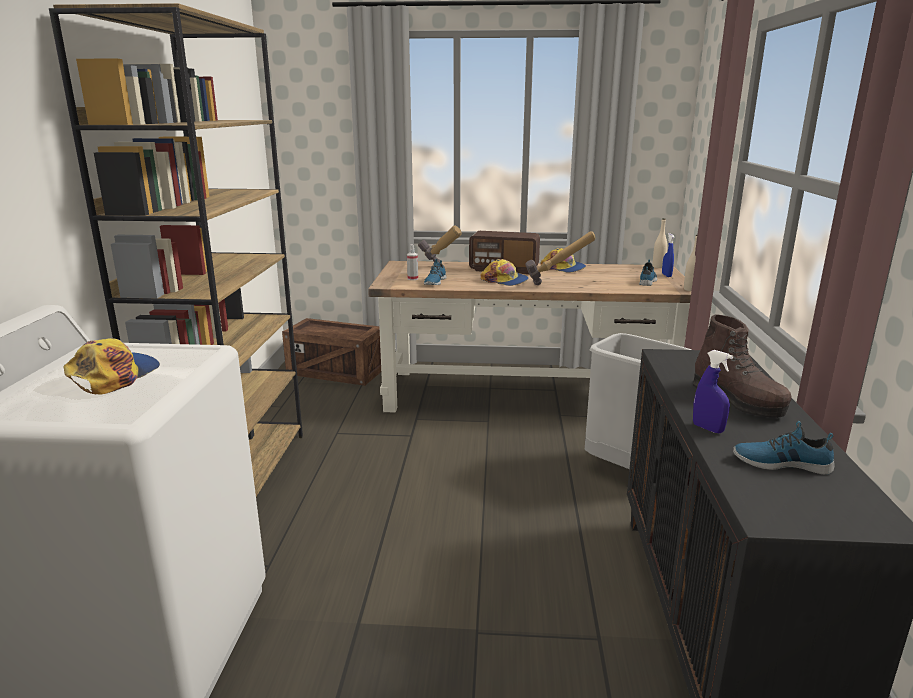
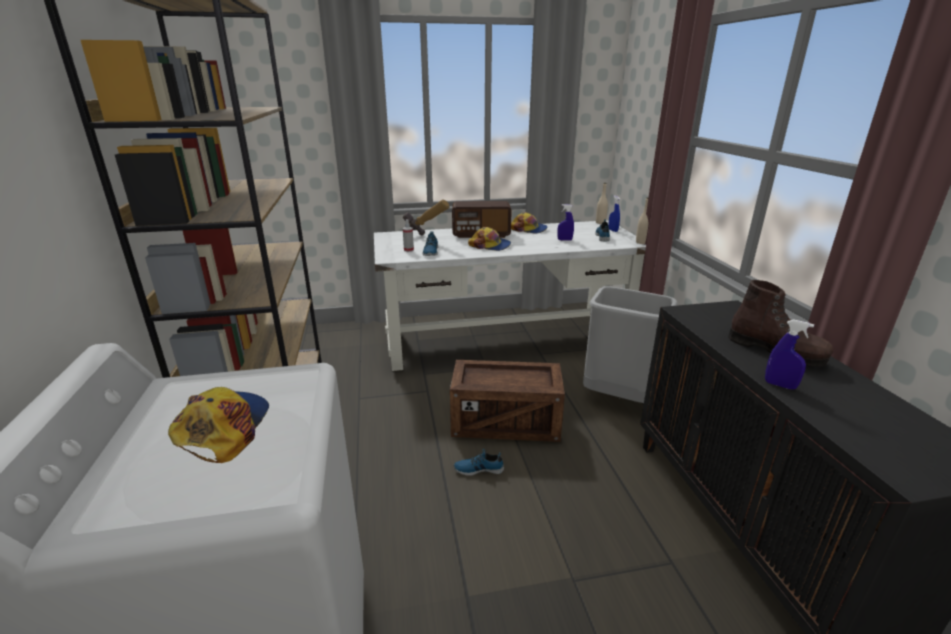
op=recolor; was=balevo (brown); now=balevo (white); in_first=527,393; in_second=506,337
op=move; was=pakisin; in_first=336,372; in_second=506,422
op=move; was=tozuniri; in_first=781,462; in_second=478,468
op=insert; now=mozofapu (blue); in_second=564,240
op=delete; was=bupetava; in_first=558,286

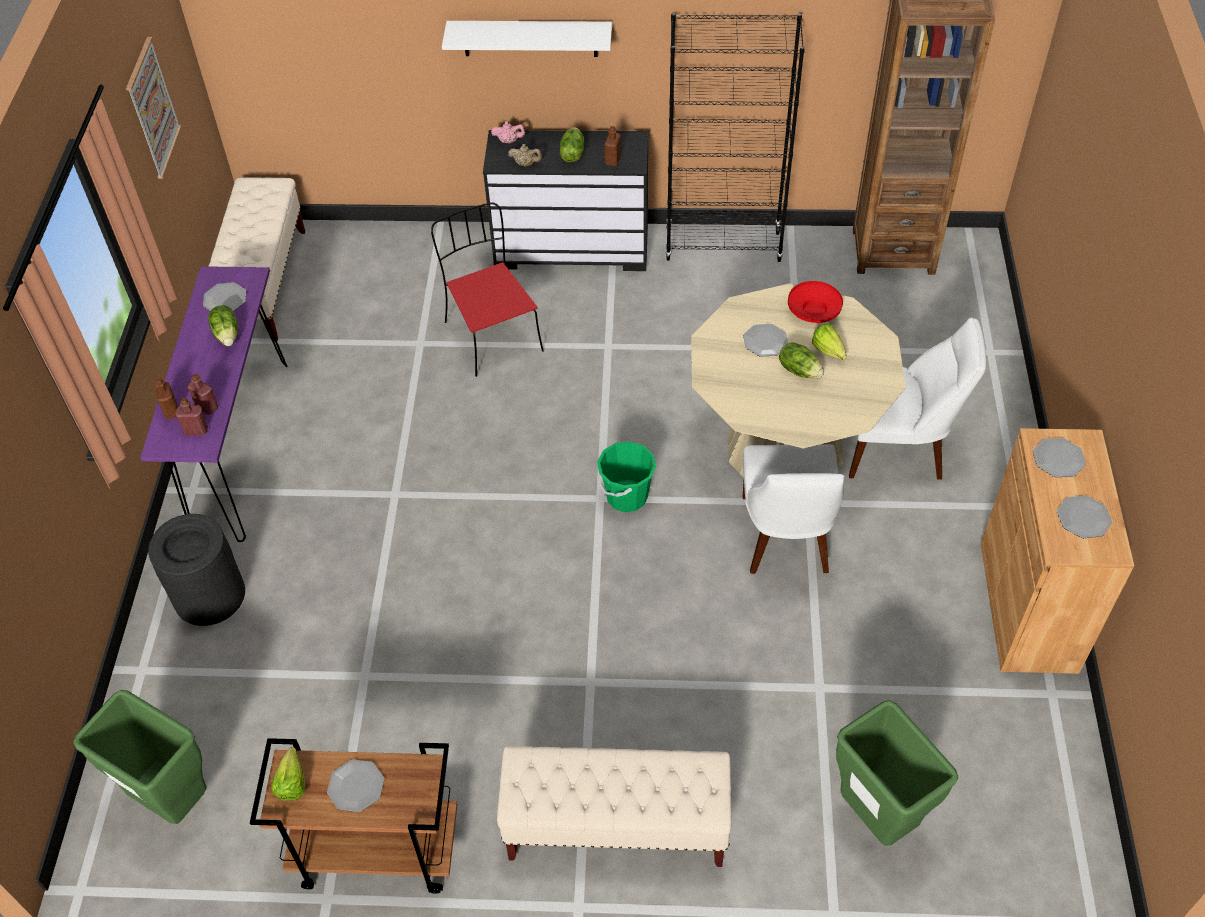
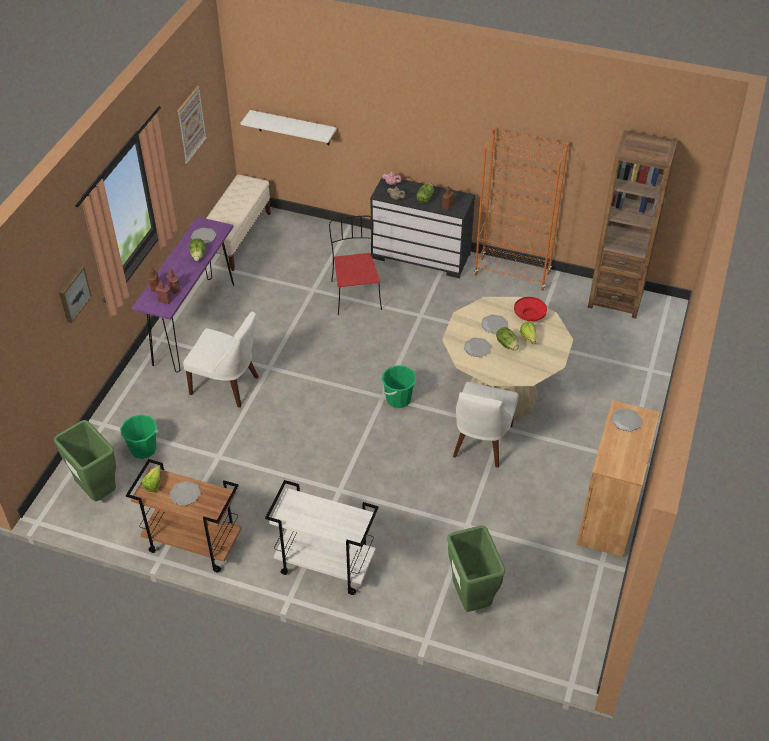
op=insert; now=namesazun; in_second=73,294
op=insert; now=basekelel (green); in_second=143,449
op=move; was=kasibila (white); in_first=898,449; in_second=227,386
op=move; was=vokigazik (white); in_first=530,38; in_second=293,128
op=replace; was=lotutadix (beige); now=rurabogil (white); in_first=615,827; in_second=324,566
op=move; was=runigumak; in_first=1083,518; in_second=477,348
op=recolor; was=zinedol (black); now=zinedol (orange); in_first=723,245; in_second=512,274
op=delete; was=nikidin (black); in_first=209,595

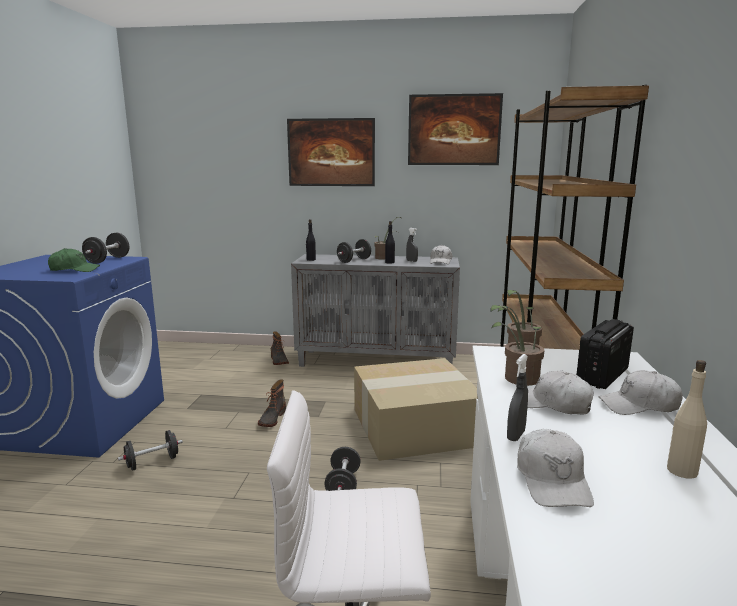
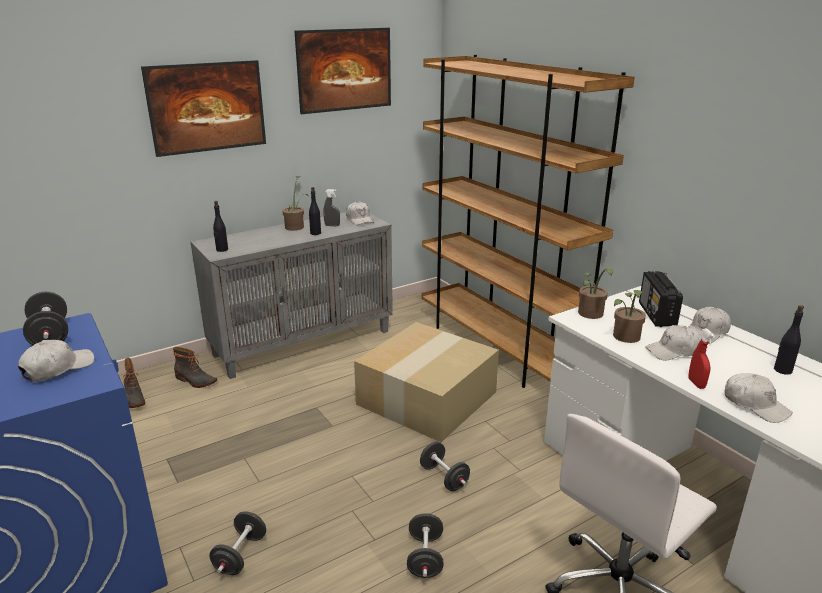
op=recolor; was=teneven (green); now=teneven (white); in_first=74,270; in_second=58,368
op=move; was=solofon; in_first=271,418; in_second=133,398
op=move; was=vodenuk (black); in_first=354,260; in_second=425,557
op=recolor; was=mozofapu (grey); now=mozofapu (red); in_first=516,435; in_second=696,384
op=recolor; was=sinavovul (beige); now=sinavovul (black); in_first=681,470; in_second=782,370

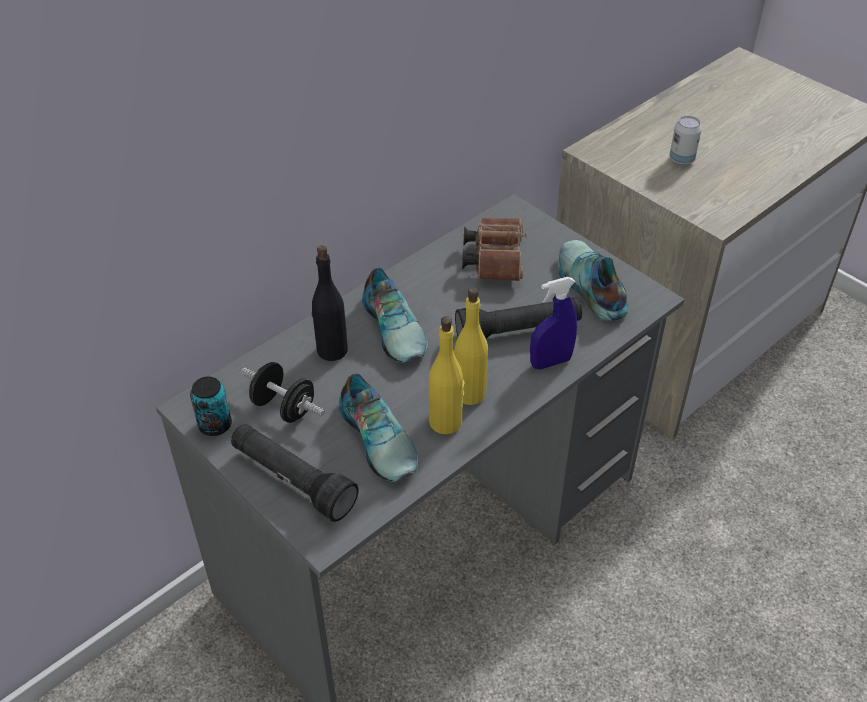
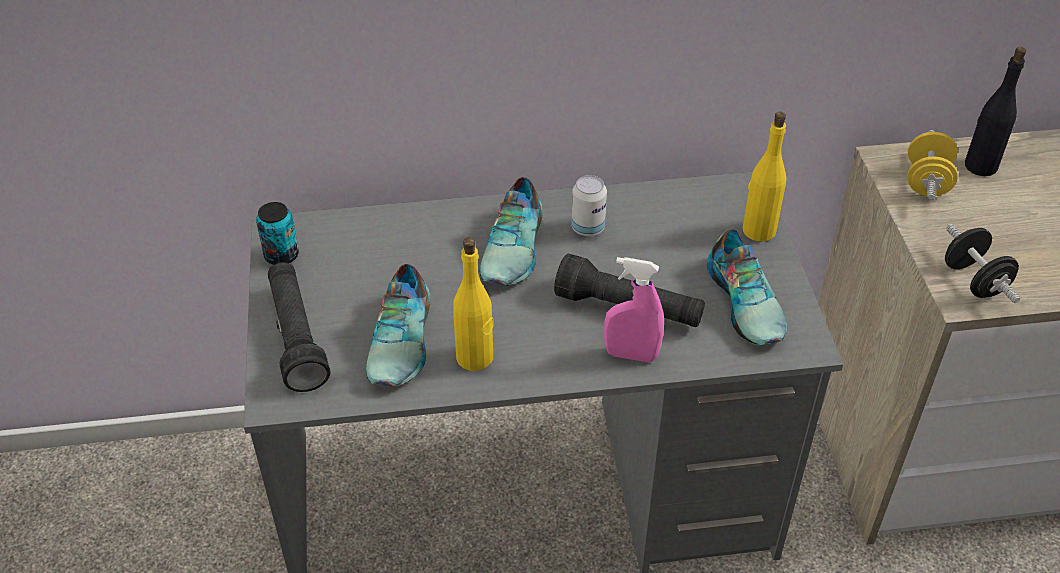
op=move; was=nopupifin; in_first=681,159; in_second=588,228
op=recolor; was=mozofapu (blue); now=mozofapu (pink); in_first=550,362; in_second=631,355
op=rotate; was=tozuniri; in_first=589,287; in_second=747,301; clockwise=150
op=move; was=sinavovul (yellow); in_first=469,393; in_second=758,230
op=insert; now=vodenuk (yellow); in_second=926,182
op=move; was=vodenuk (black); in_first=284,408; in_second=974,281
op=move; was=sinavovul (black); in_first=332,350; in_second=980,166
op=delete; was=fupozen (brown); in_first=494,259

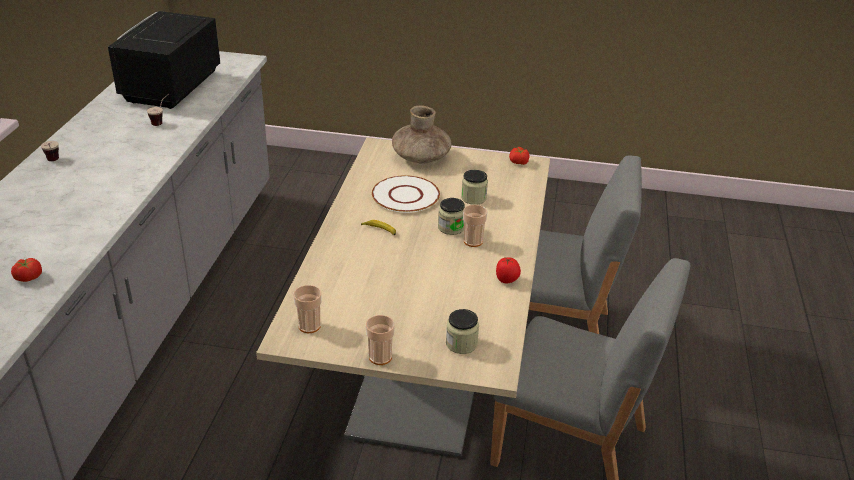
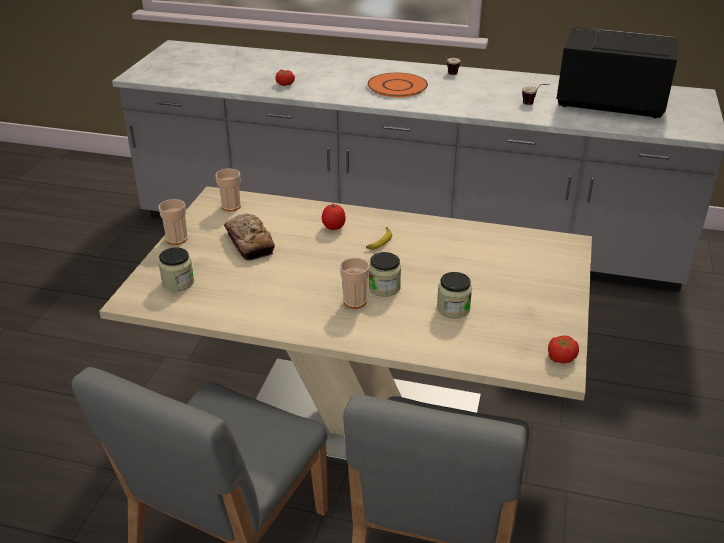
op=insert; now=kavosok; in_second=249,242
op=move; was=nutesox; in_first=507,280; in_second=333,228
op=insert; now=runigumak (orange); in_second=397,86
op=delete; was=runigumak (white); in_first=405,195
op=delete; was=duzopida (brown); in_first=421,157

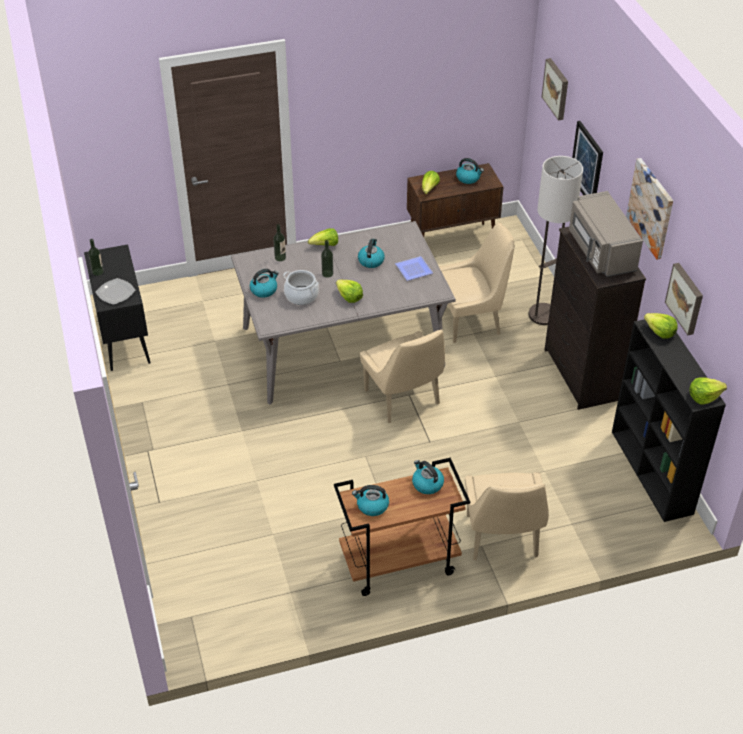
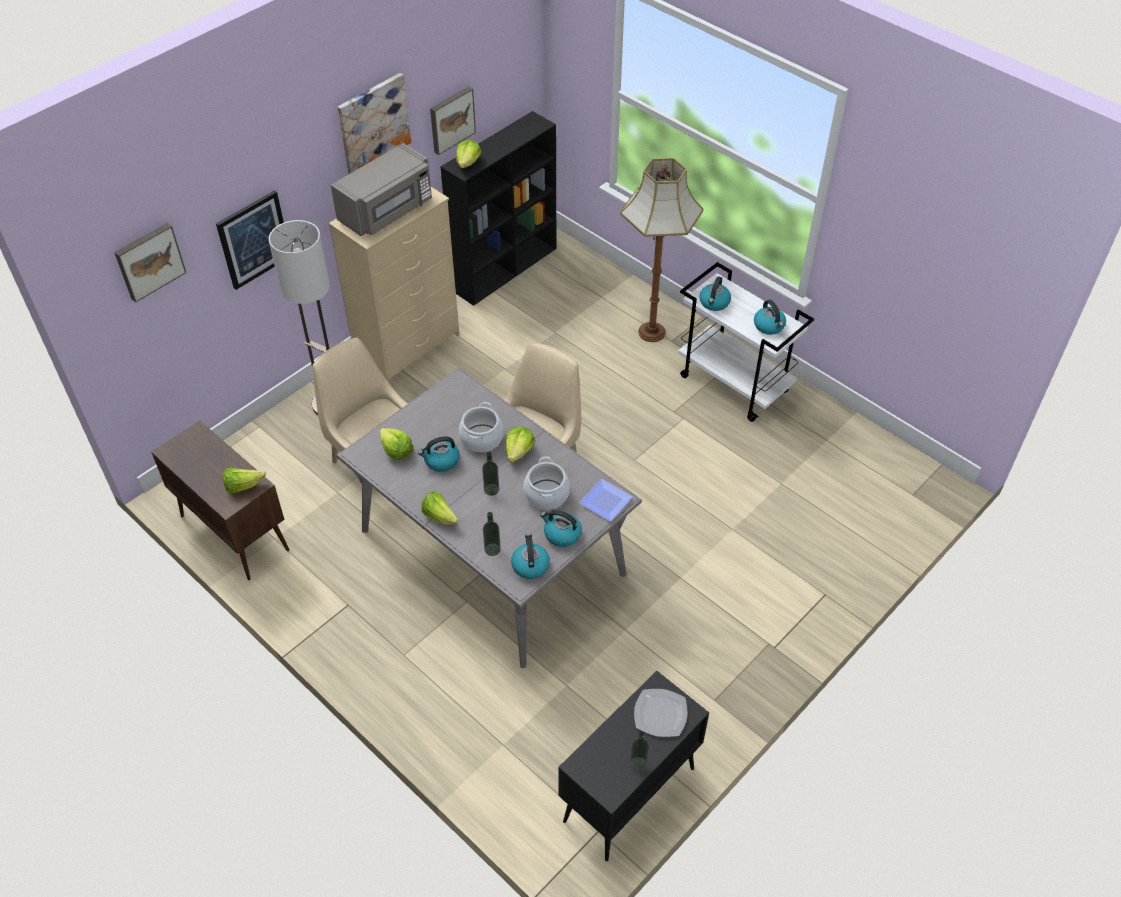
op=recolor; was=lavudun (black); now=lavudun (beige); in_first=581,375; in_second=409,347
op=move; was=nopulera; in_first=704,396; in_second=396,451
op=insert; now=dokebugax; in_second=481,438
op=move; was=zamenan; in_first=468,178; in_second=530,565
op=move; was=runigumak; in_first=414,269; in_second=604,502
op=replace; was=kasibila (beige); now=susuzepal; in_first=502,538; in_second=652,332
op=recolor; was=rurabogil (brown); now=rurabogil (white); in_first=398,563; in_second=734,384

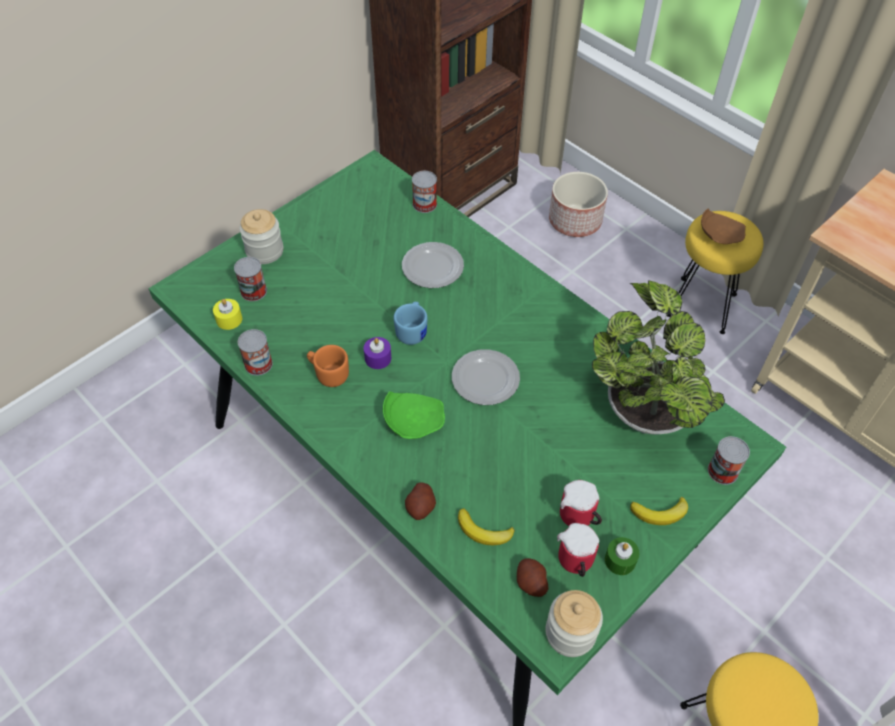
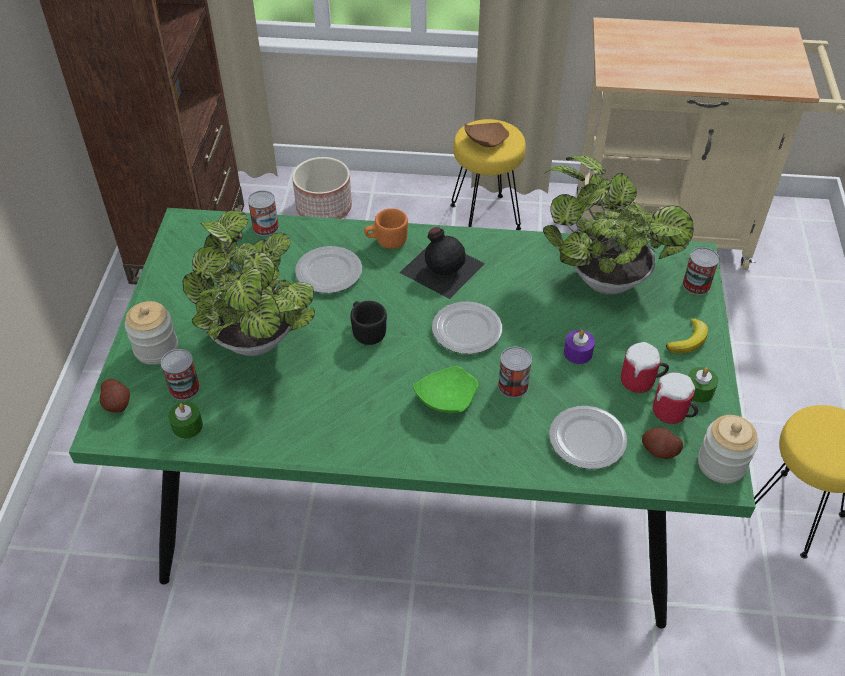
op=move; was=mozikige; in_first=420,507; in_second=117,403
op=recolor; was=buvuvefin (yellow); now=buvuvefin (green); in_first=229,319; in_second=187,426
op=insert; now=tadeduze; in_second=257,344
op=recolor; was=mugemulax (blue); now=mugemulax (black); in_first=413,331; in_second=367,331
op=move; was=mugemulax (orange); in_first=328,374; in_second=386,241
op=insert; now=sinavovul (black); in_second=442,266
op=move; was=nopupifin; in_first=258,364; in_second=513,385
op=replace; was=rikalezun; now=runigumak; in_first=484,531; in_second=588,440
op=move; was=buvuvefin (purple); in_first=378,358; in_second=578,353

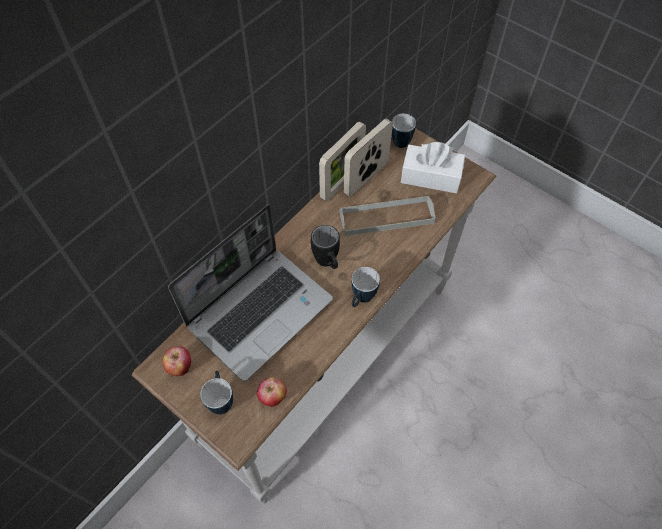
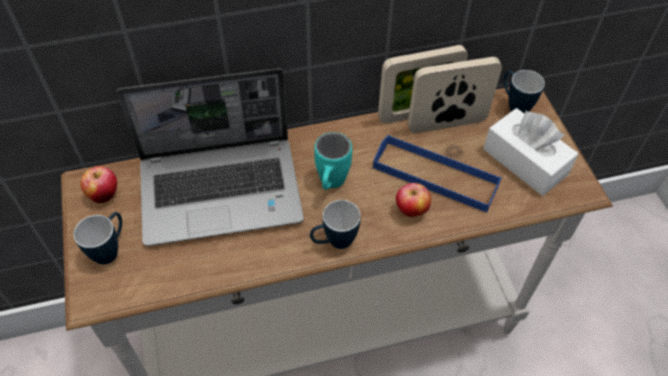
op=recolor; was=mugemulax (black); now=mugemulax (turquoise); in_first=328,264; in_second=330,185
op=recolor; was=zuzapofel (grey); now=zuzapofel (blue); in_first=386,218; in_second=435,176
op=move; was=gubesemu; in_first=273,397; in_second=411,211

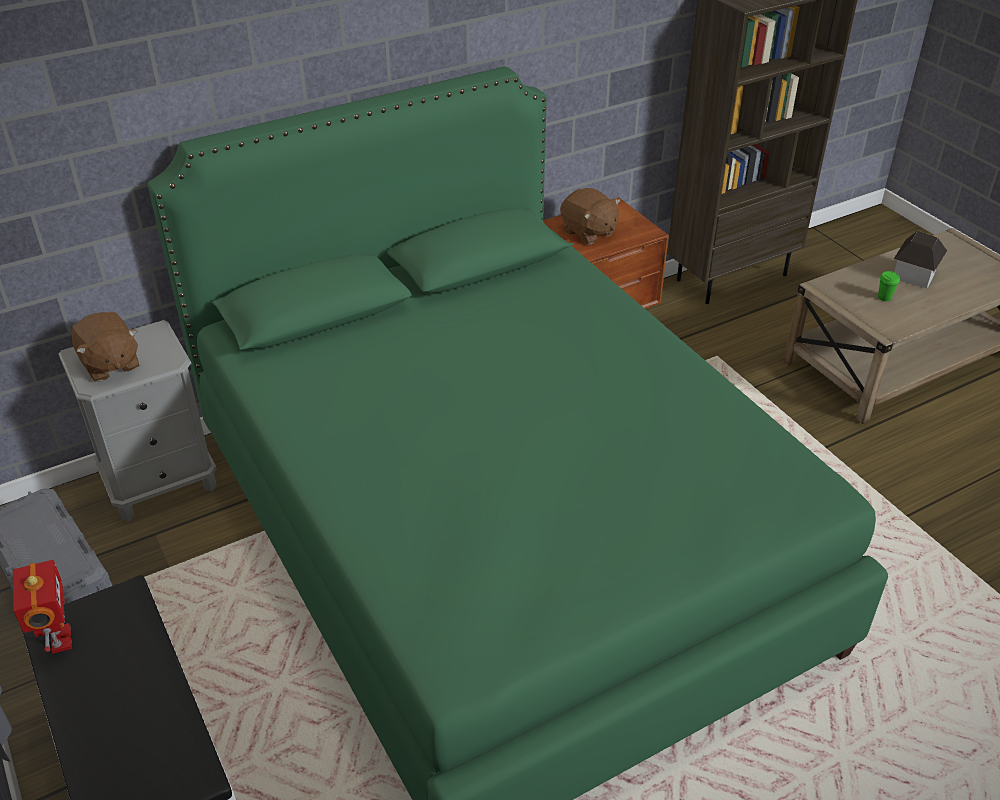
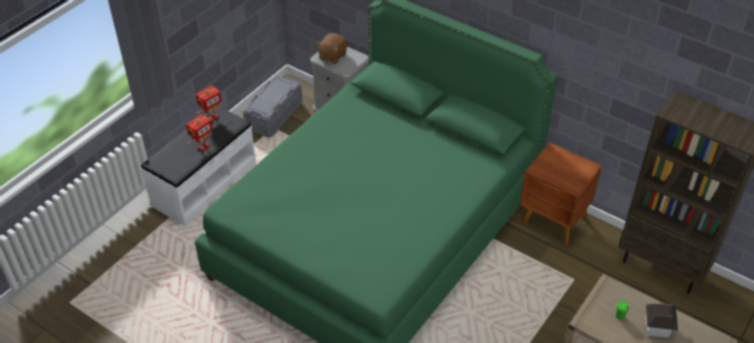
op=insert; now=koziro; in_second=203,146
op=delete; was=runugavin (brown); in_first=588,232

